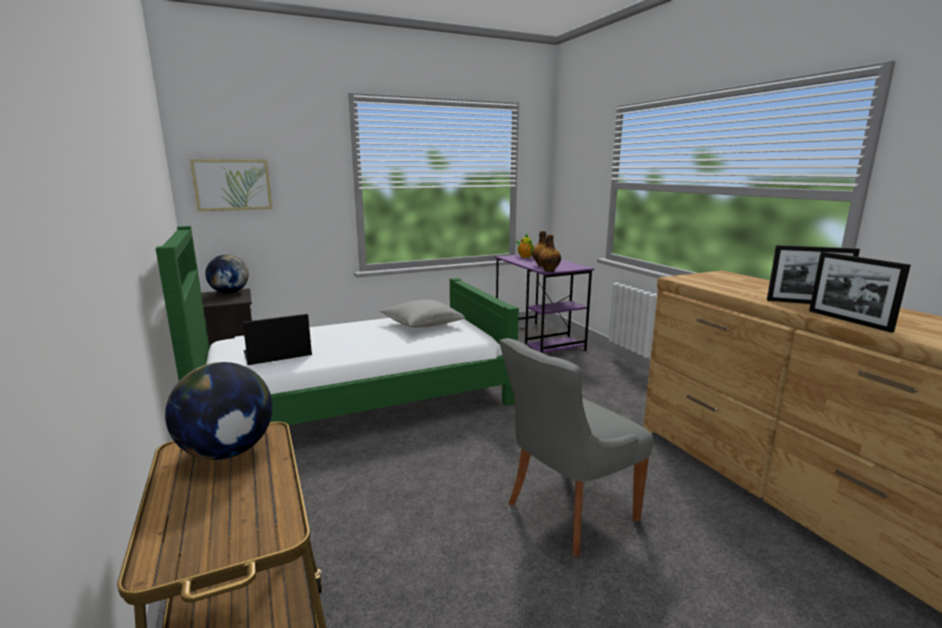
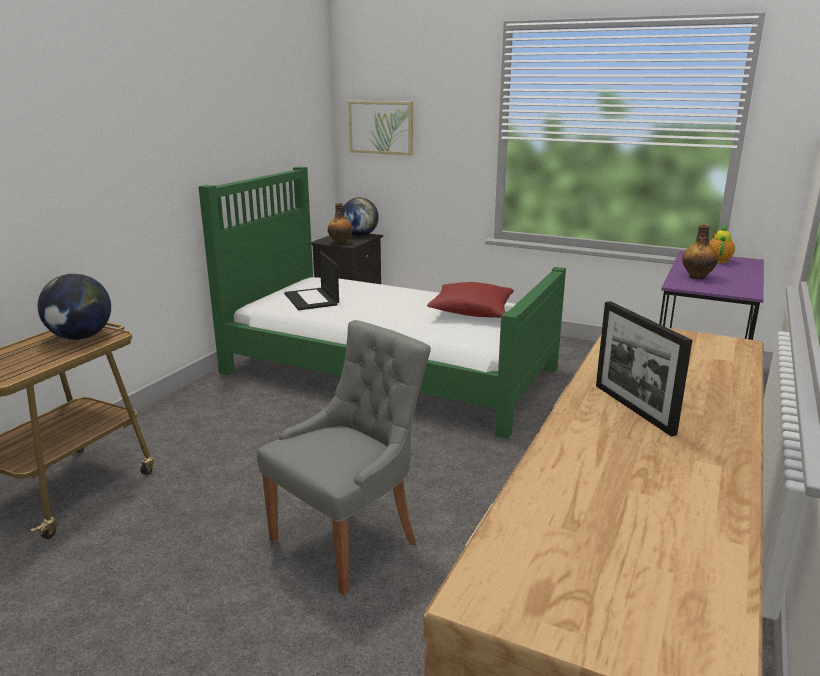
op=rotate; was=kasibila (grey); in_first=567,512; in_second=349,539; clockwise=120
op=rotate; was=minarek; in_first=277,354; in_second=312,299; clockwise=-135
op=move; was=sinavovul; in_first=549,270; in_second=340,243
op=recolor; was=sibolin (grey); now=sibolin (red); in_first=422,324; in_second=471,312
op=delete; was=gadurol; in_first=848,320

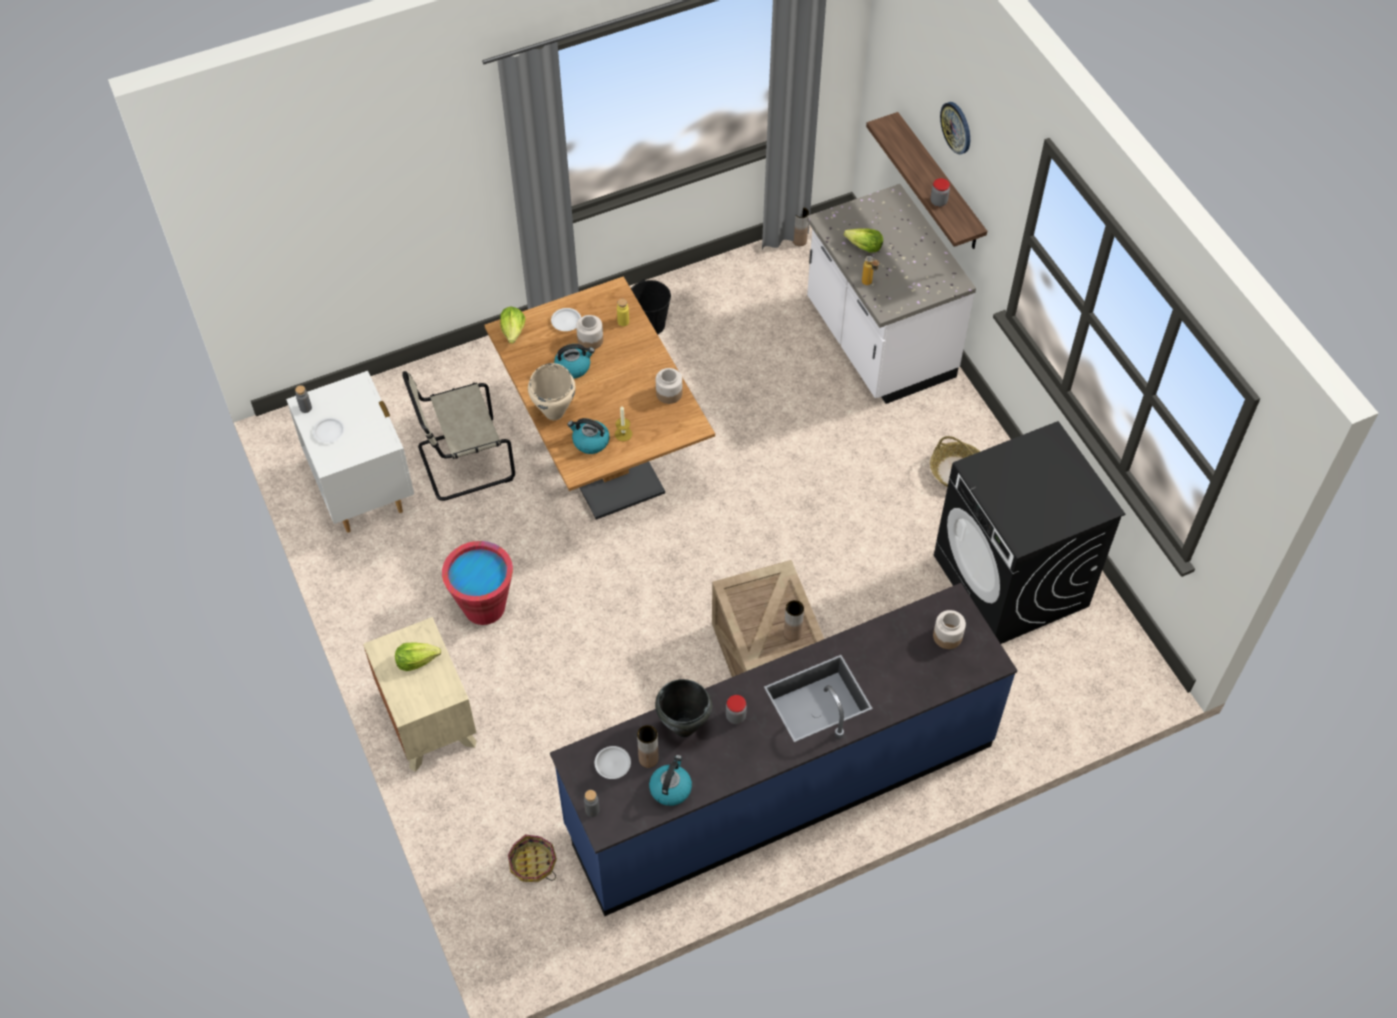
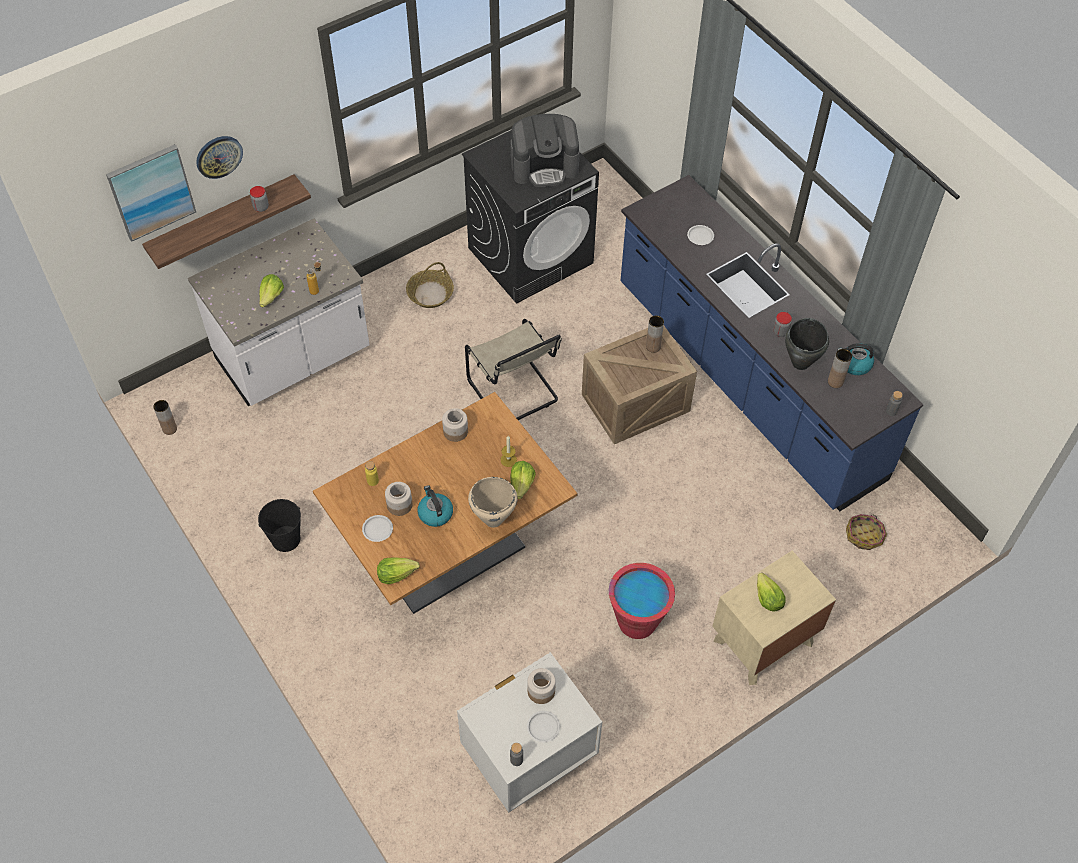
op=insert; now=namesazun; in_second=151,192
op=move; was=kasibila (beige); in_first=462,463; in_second=514,392
op=replace; was=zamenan; now=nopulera; in_first=590,442; in_second=522,484
op=insert; now=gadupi; in_second=544,166
op=move; was=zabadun; in_first=947,636; in_second=540,691
op=move; was=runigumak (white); in_first=613,764; in_second=700,236

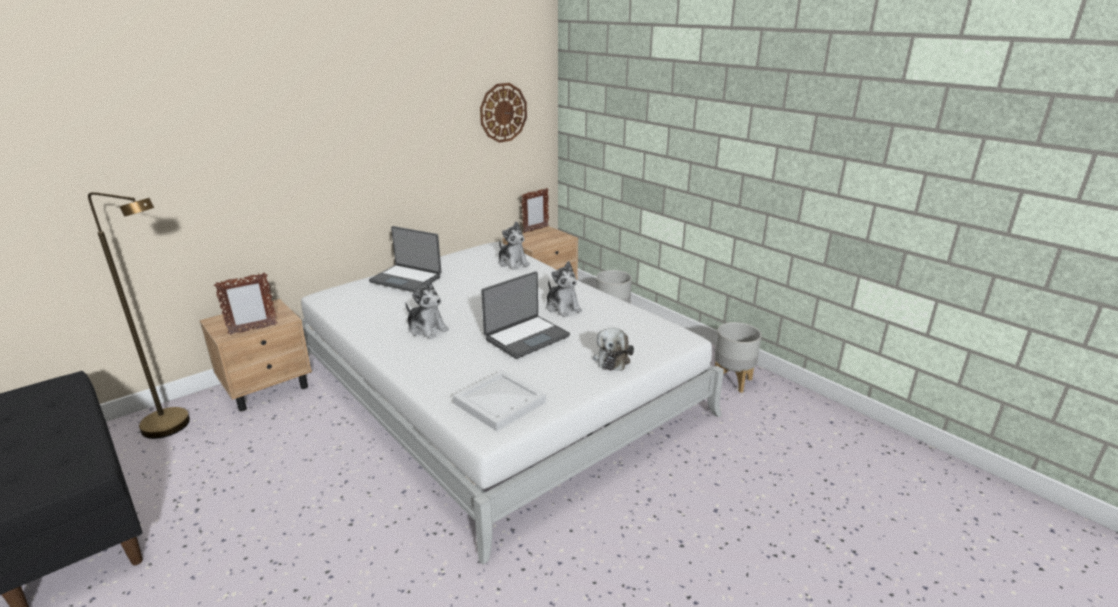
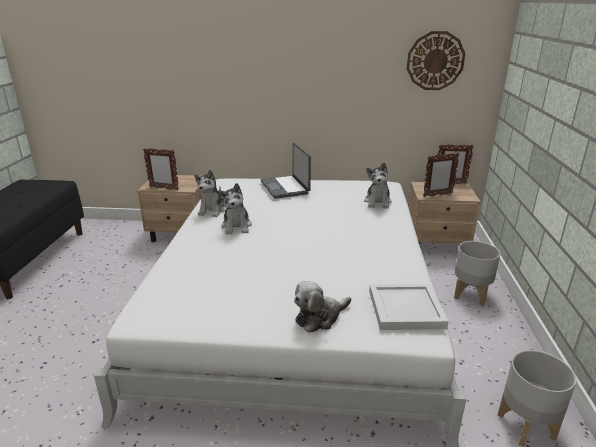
op=move; was=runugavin; in_first=563,308; in_second=213,210
op=move; was=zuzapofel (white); in_first=498,402; in_second=404,308
op=insert; now=gadurol; in_second=437,195
op=delete; was=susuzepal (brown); in_first=176,427
op=delete; was=minarek; in_first=526,337

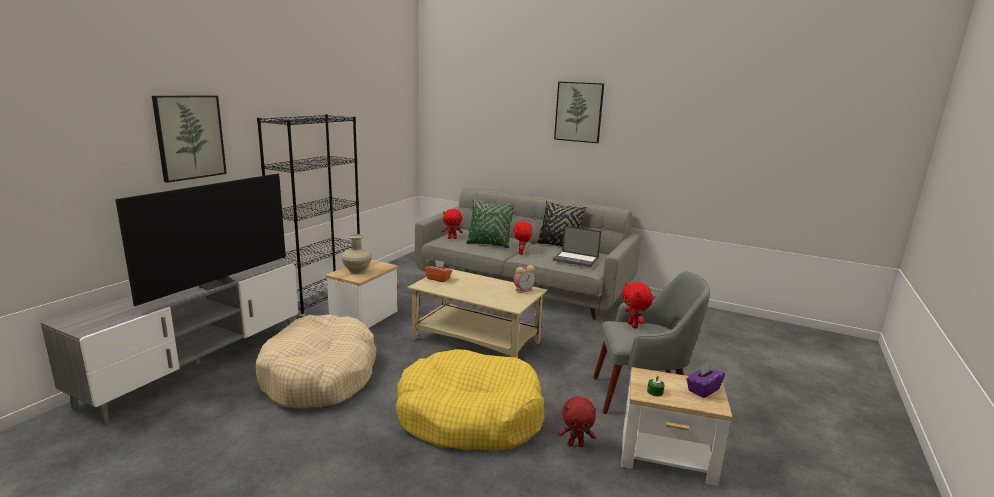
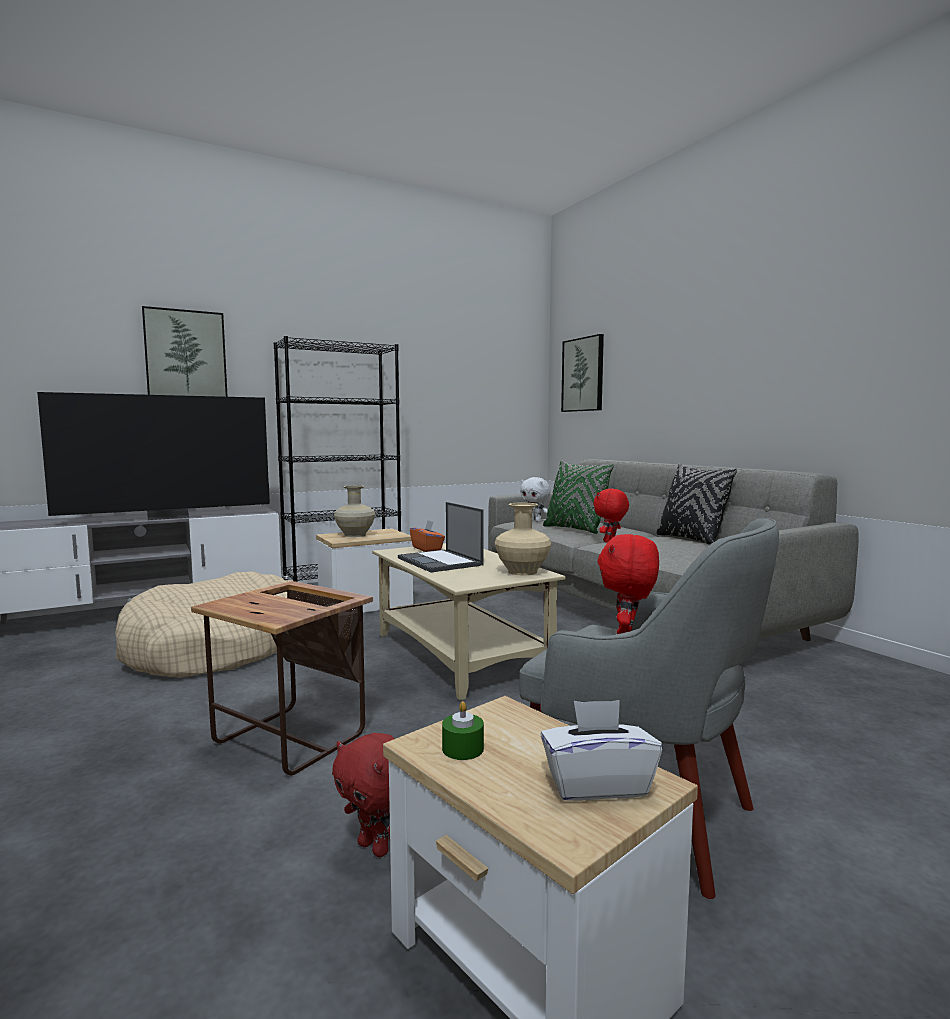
op=replace; was=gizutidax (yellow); now=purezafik; in_first=469,416; in_second=292,740
op=move; was=minarek; in_first=576,259; in_second=440,562
op=replace; was=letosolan; now=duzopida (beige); in_first=524,290; in_second=523,572
op=recolor; was=runugavin (red); now=runugavin (white); in_first=452,238; in_second=535,521
op=recolor; was=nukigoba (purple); now=nukigoba (white); in_first=703,390; in_second=597,784
op=move; was=namesazun; in_first=579,112; in_second=583,374

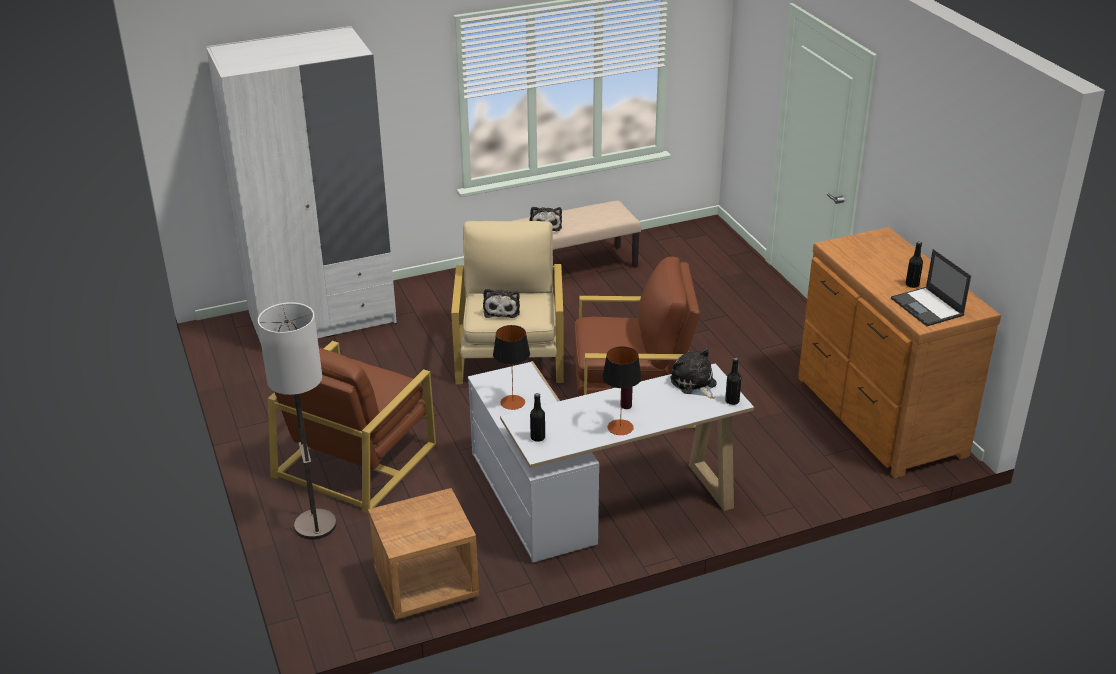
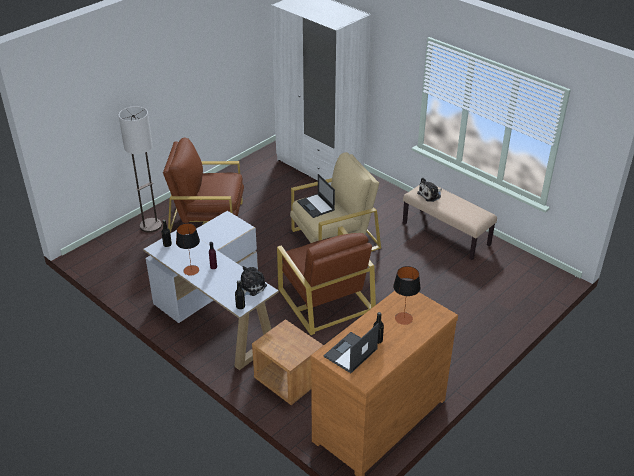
op=move; was=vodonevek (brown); in_first=426,587; in_second=288,380
op=replace; was=runugavin; now=minarek; in_first=502,310; in_second=316,206
op=move; was=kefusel; in_first=513,402; in_second=404,318

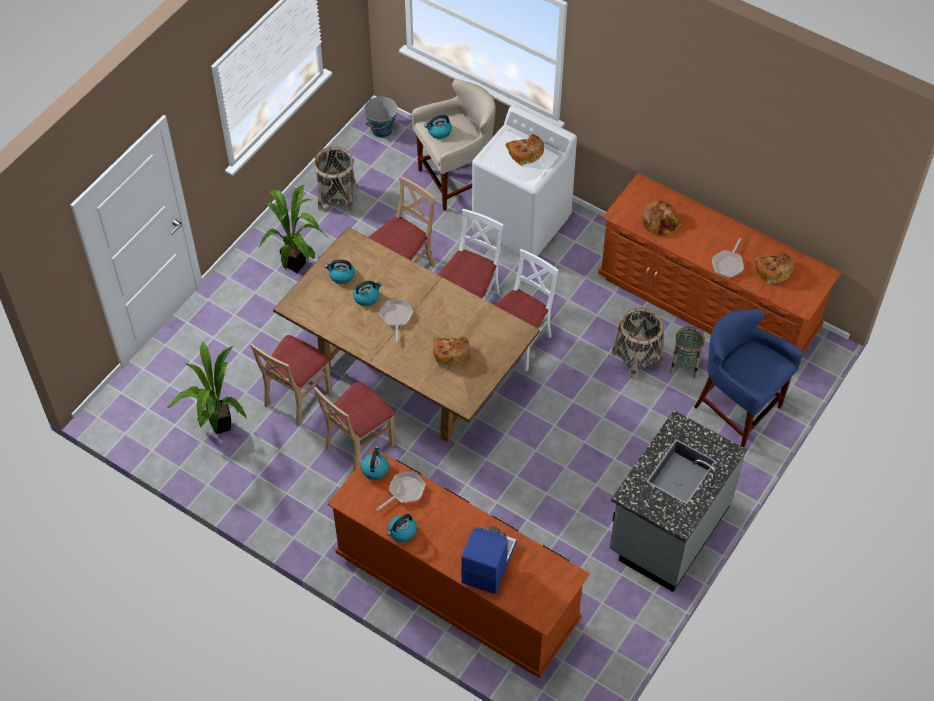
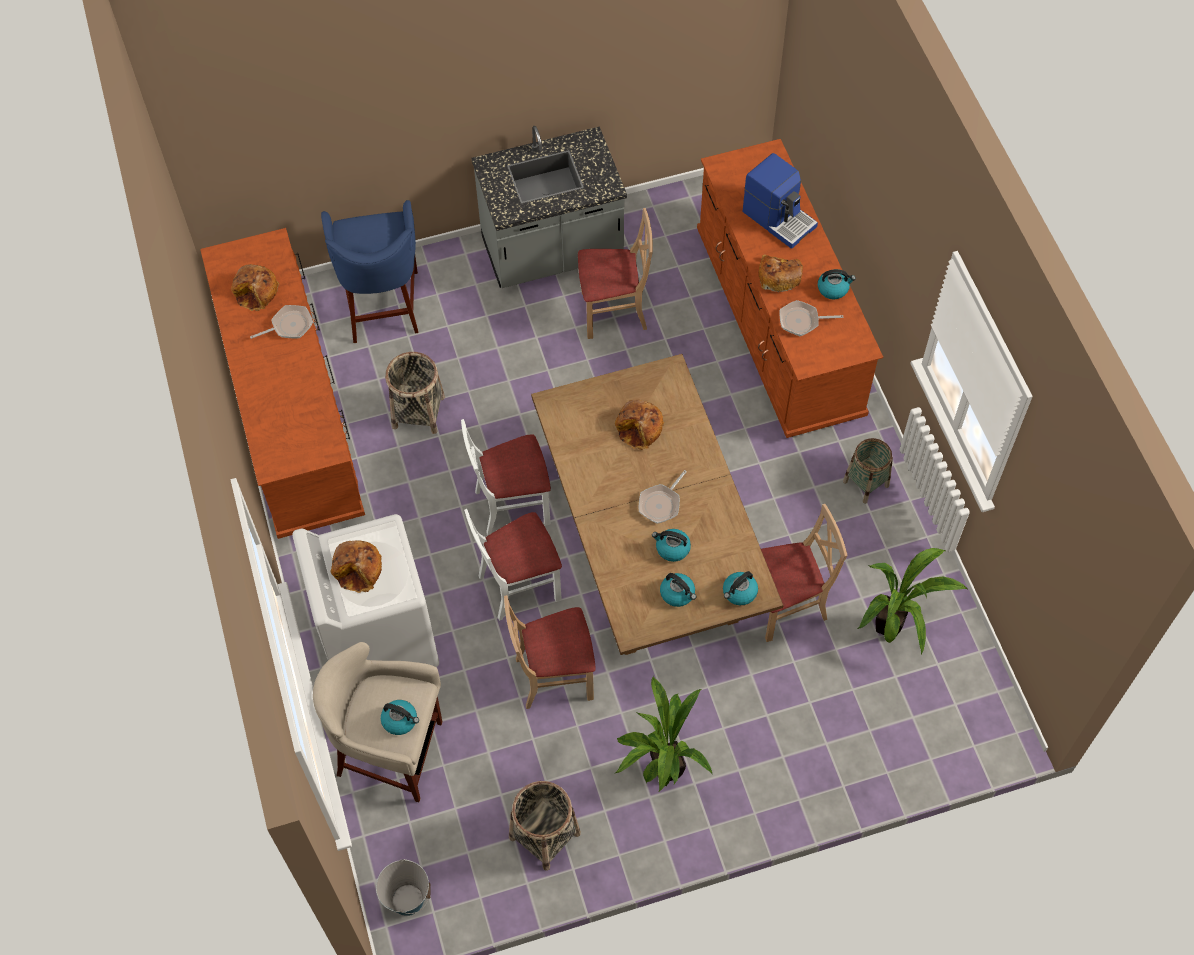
op=move; was=kasibila (beige); in_first=359,445; in_second=614,312
op=move; was=zamenan; in_first=374,469; in_second=739,592
op=rotate; was=gadupi; in_first=487,563; in_second=779,218; clockwise=-105
op=move; was=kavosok; in_first=660,222; in_second=779,276
op=move; was=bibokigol; in_first=684,365; in_second=866,483

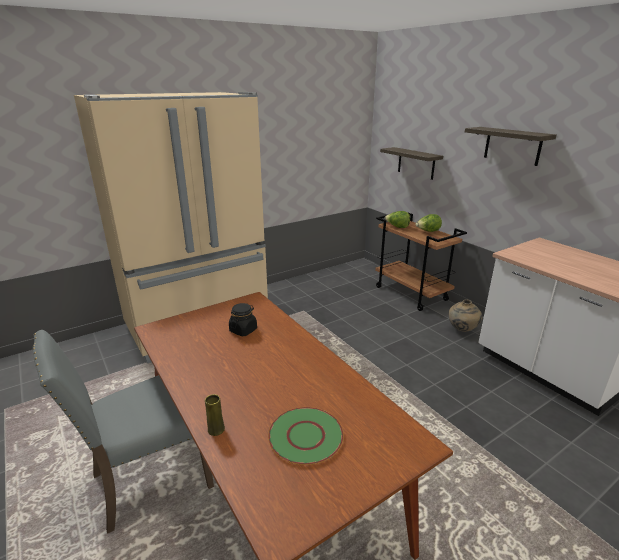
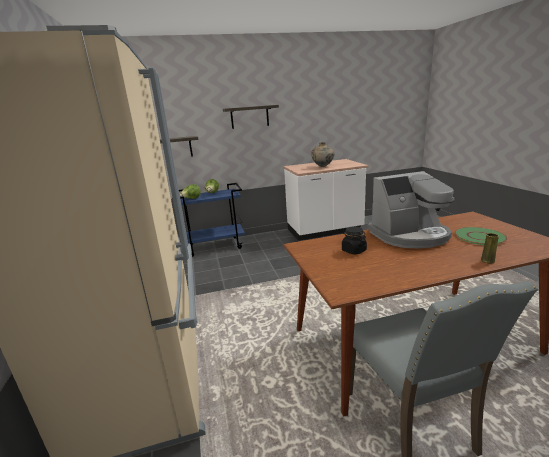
op=recolor; was=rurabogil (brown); now=rurabogil (blue); in_first=412,293; in_second=215,246
op=move; was=duzopida (beige); in_first=462,330; in_second=323,167
op=insert; now=gadupi; in_second=409,235

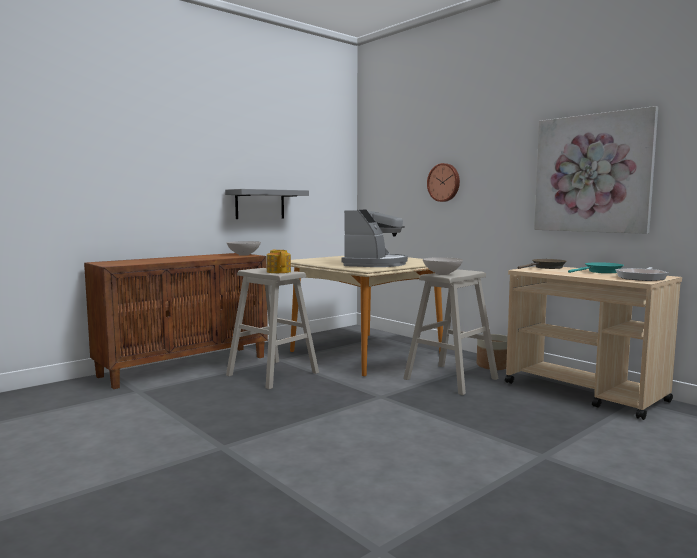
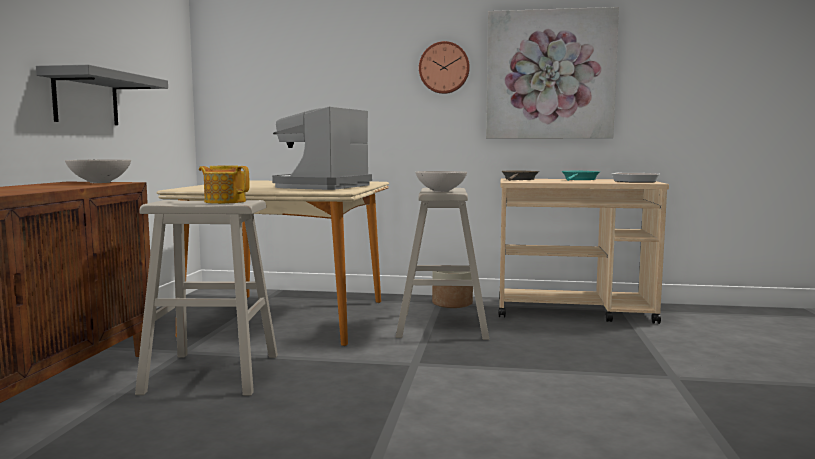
op=rotate; was=gadupi; in_first=375,264; in_second=321,187; clockwise=-135
op=move; was=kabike; in_first=444,182; in_second=444,68

